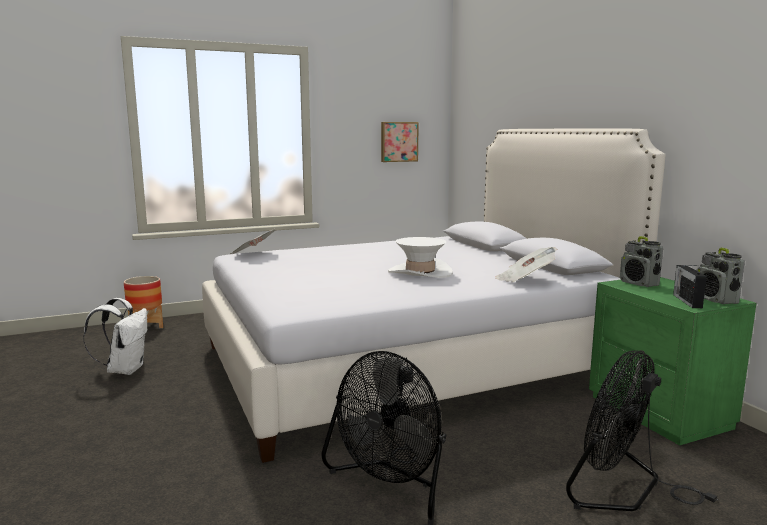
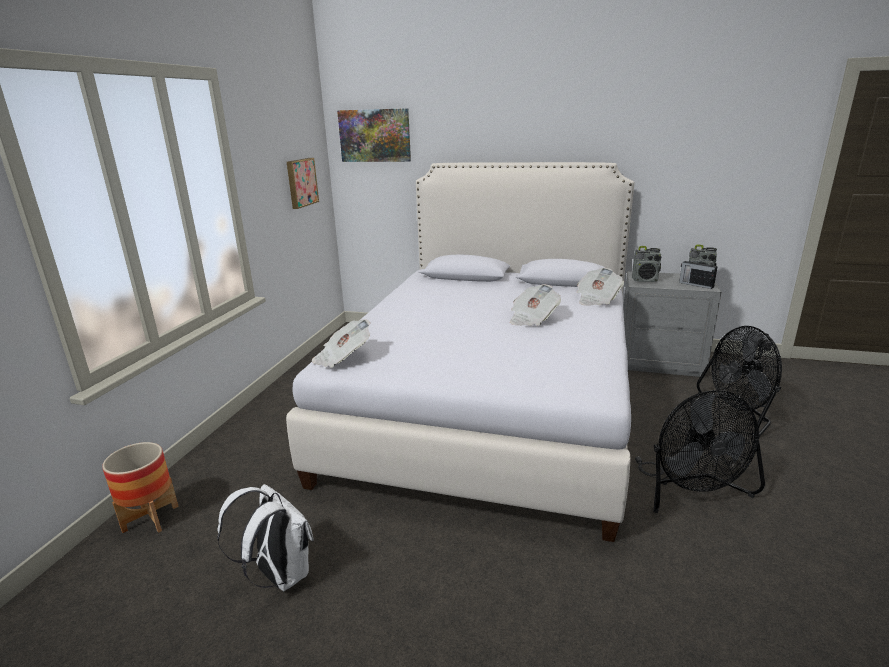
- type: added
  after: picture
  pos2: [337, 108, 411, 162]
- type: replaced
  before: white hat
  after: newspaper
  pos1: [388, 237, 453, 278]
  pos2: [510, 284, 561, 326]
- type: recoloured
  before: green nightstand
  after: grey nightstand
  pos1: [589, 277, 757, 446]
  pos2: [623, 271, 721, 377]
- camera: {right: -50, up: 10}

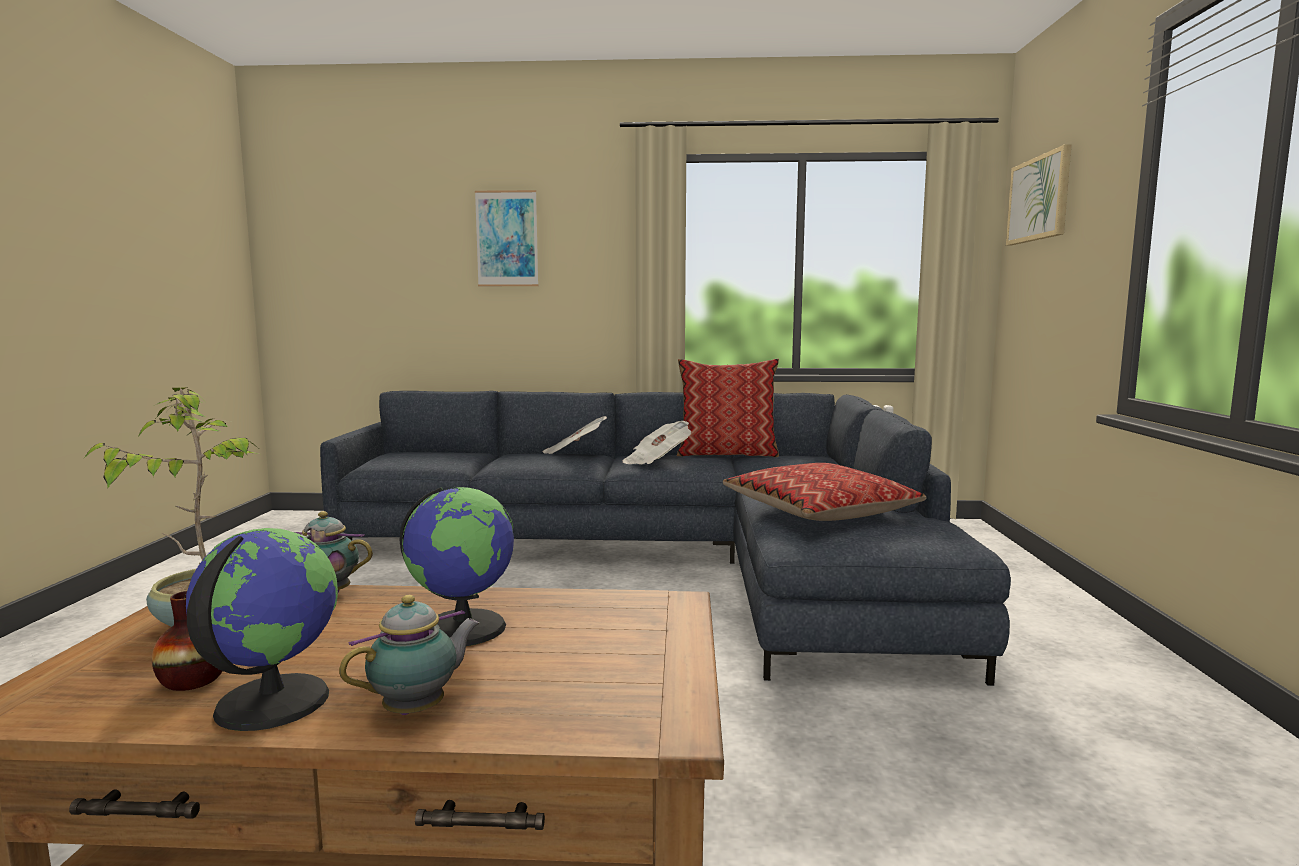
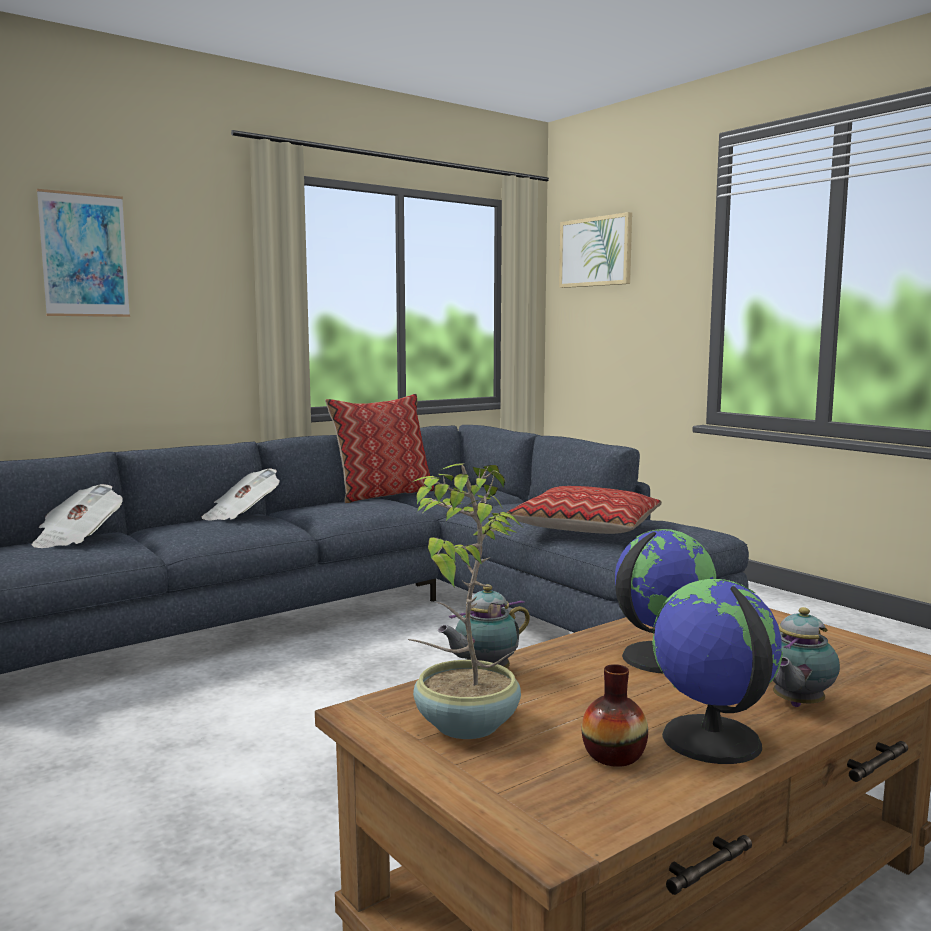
- type: moved
  before: newspaper
  pos1: [622, 421, 691, 464]
  pos2: [32, 484, 123, 548]
- type: turned
  before: teapot
  pos1: [339, 595, 480, 715]
  pos2: [773, 607, 840, 707]
  turn: -150
- camera: {right: -40, up: 0}

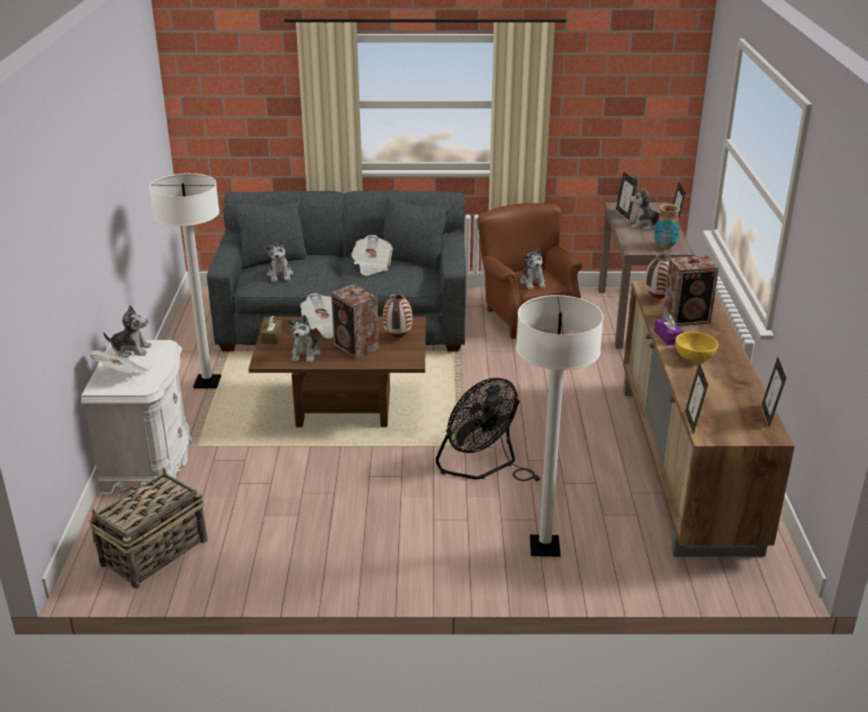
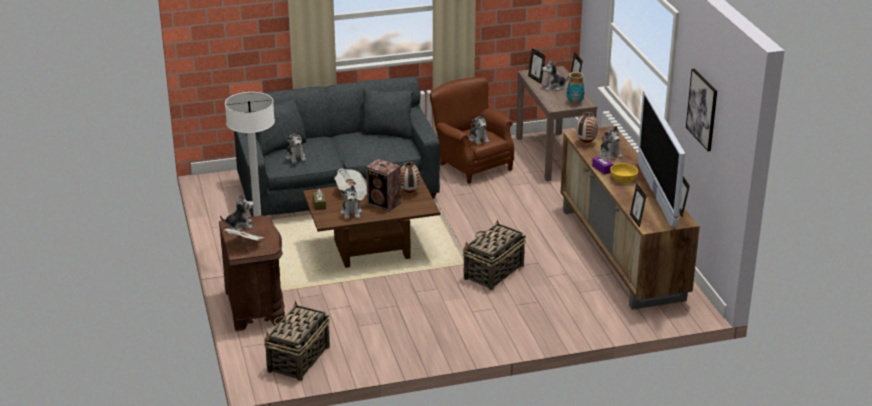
- type: removed
  before: newspaper
  pos1: [351, 235, 393, 276]
- type: removed
  before: white floor lamp
  pos1: [516, 295, 604, 557]
- type: added
  after: television
  pos2: [638, 90, 685, 227]
- type: added
  after: picture
  pos2: [686, 69, 717, 151]
- type: replaced
  before: black fan
  after: basket
  pos1: [436, 378, 540, 481]
  pos2: [463, 219, 526, 290]
- type: replaced
  before: speaker
  after: plush toy
  pos1: [663, 255, 719, 326]
  pos2: [600, 126, 623, 160]
- type: recoloured
  before: white nightstand
  after: brown nightstand
  pos1: [81, 340, 192, 495]
  pos2: [219, 215, 285, 331]
- camera: {right: -15, up: 0}

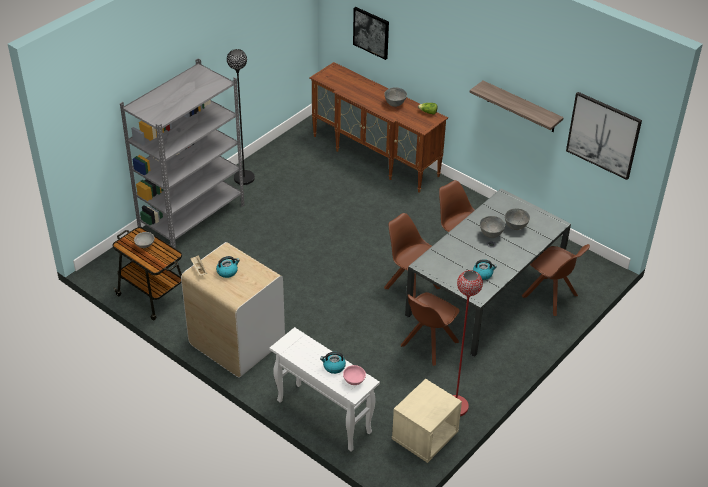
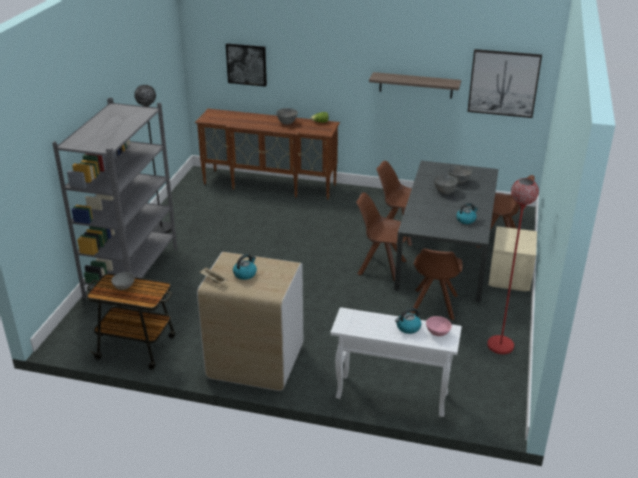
- type: moved
  before: beige nightstand
  pos1: [392, 379, 462, 463]
  pos2: [489, 226, 537, 292]
- camera: {right: -25, up: -10}

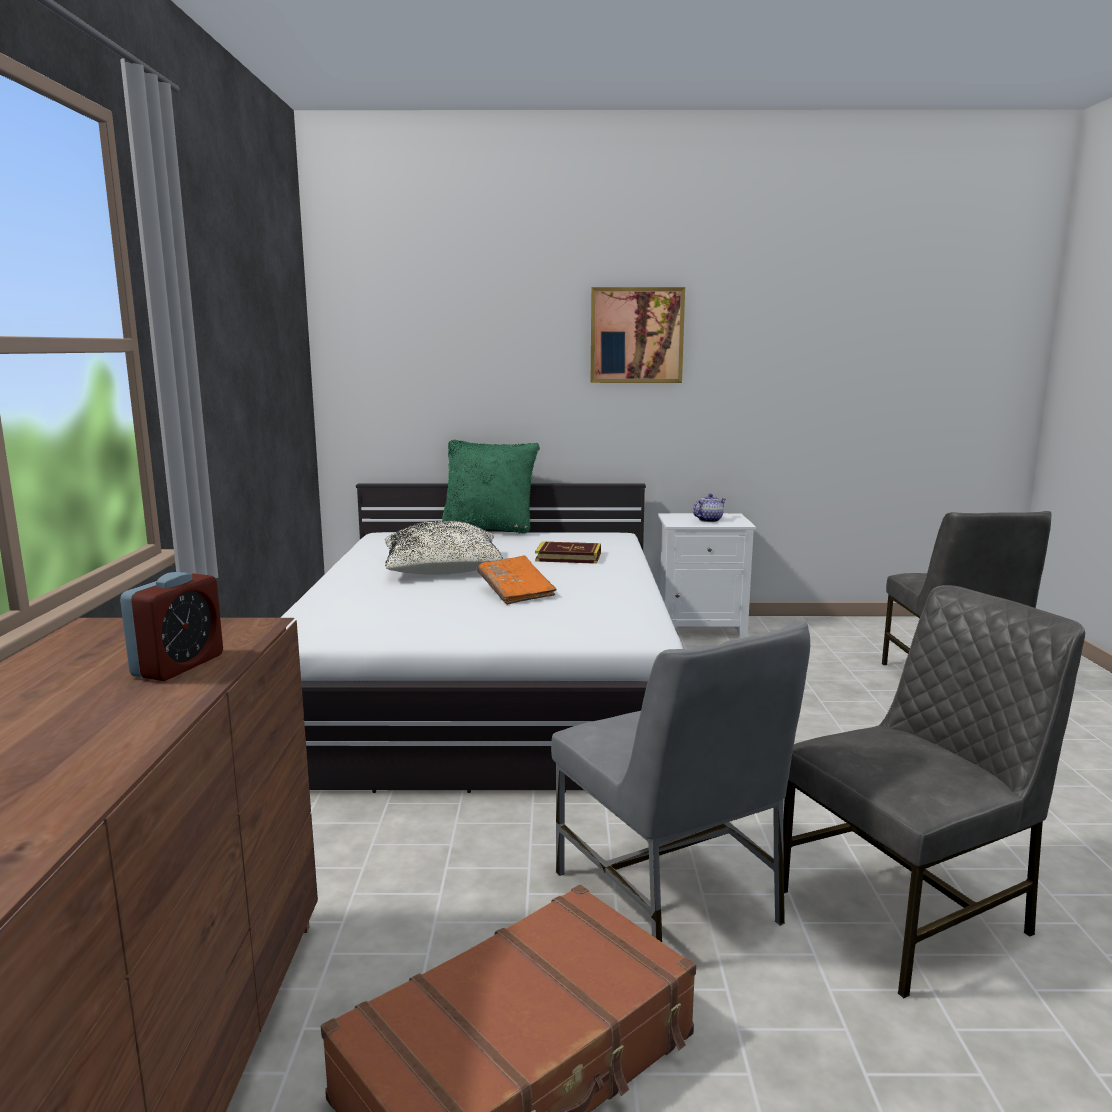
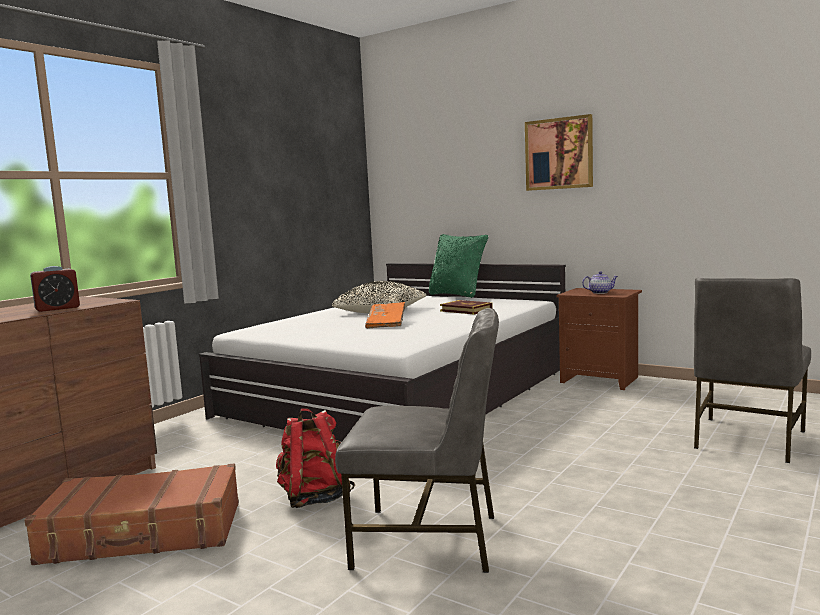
- type: replaced
  before: grey chair
  after: red backpack
  pos1: [551, 621, 810, 942]
  pos2: [276, 408, 355, 508]
- type: recoloured
  before: white nightstand
  after: brown nightstand
  pos1: [658, 513, 756, 638]
  pos2: [557, 288, 642, 390]
- camera: {right: 35, up: -5}

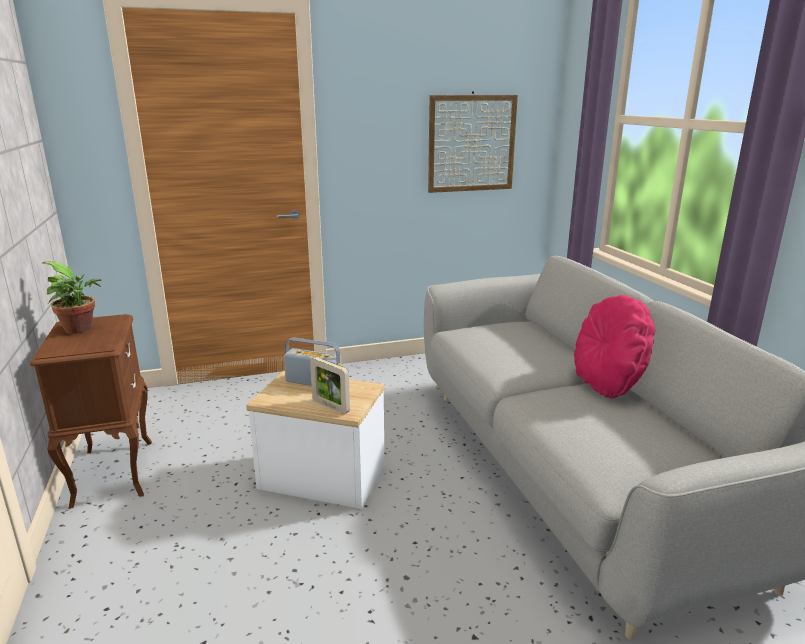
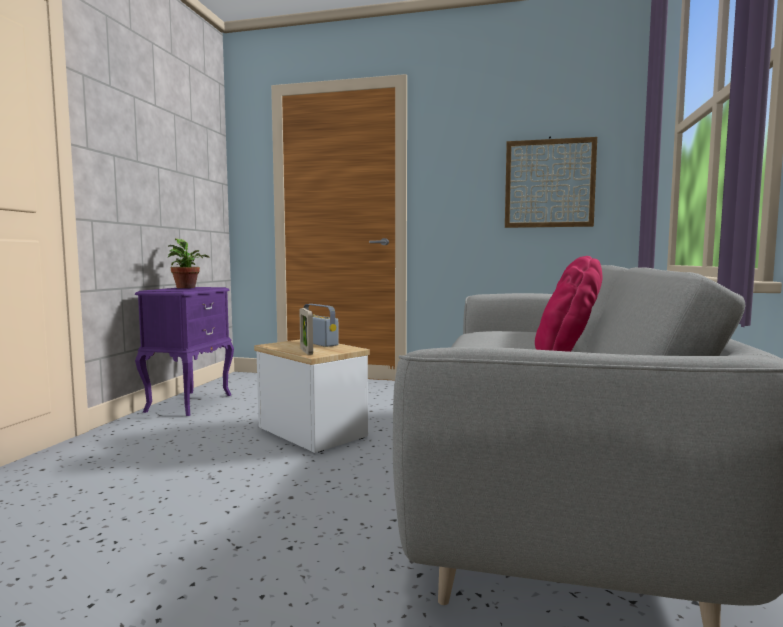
- type: recoloured
  before: brown nightstand
  after: purple nightstand
  pos1: [30, 314, 152, 509]
  pos2: [135, 287, 234, 416]
- camera: {right: 30, up: -15}

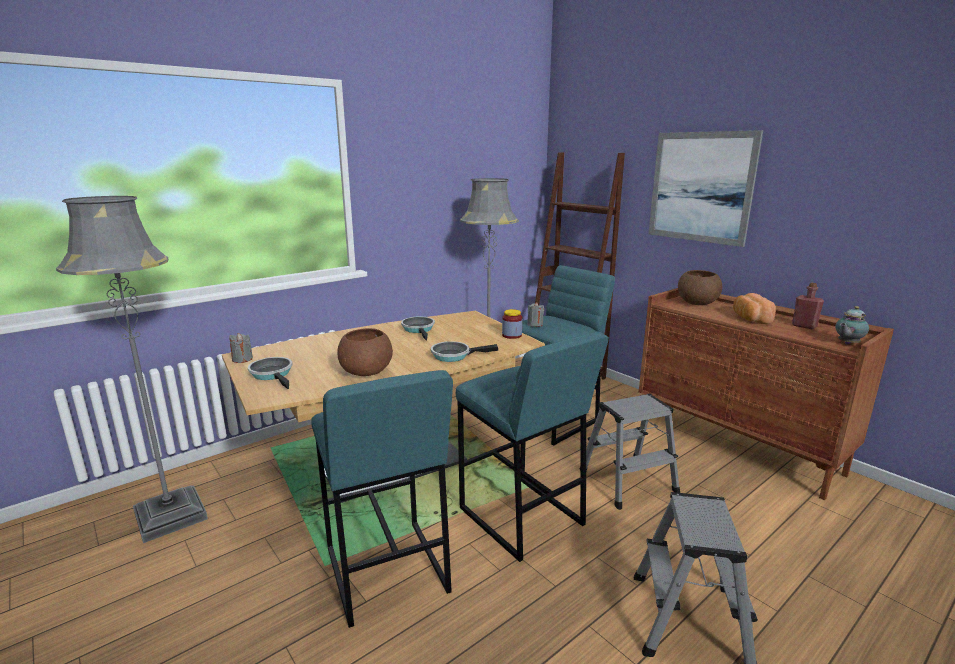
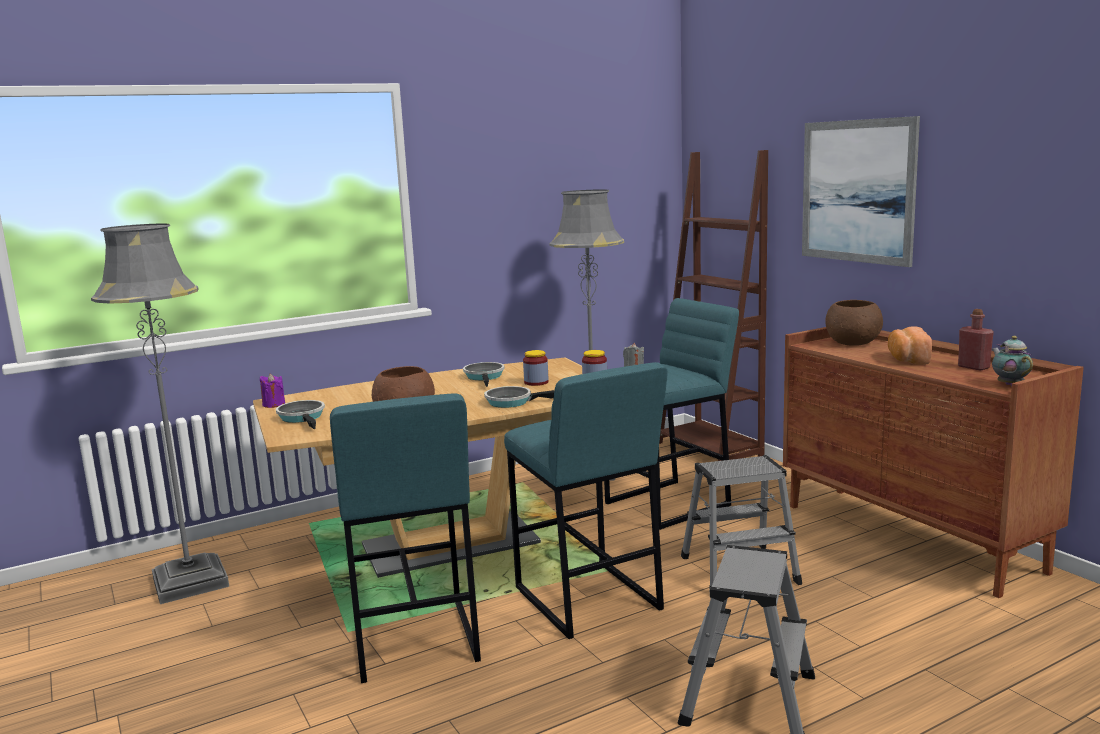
- type: added
  after: jar
  pos2: [523, 350, 549, 386]
- type: recoloured
  before: grey candle
  after: purple candle
  pos1: [229, 333, 253, 363]
  pos2: [260, 374, 285, 408]
- type: turned
  before: teapot
  pos1: [835, 306, 869, 344]
  pos2: [992, 336, 1033, 386]
  turn: 105
- camera: {right: 10, up: -5}

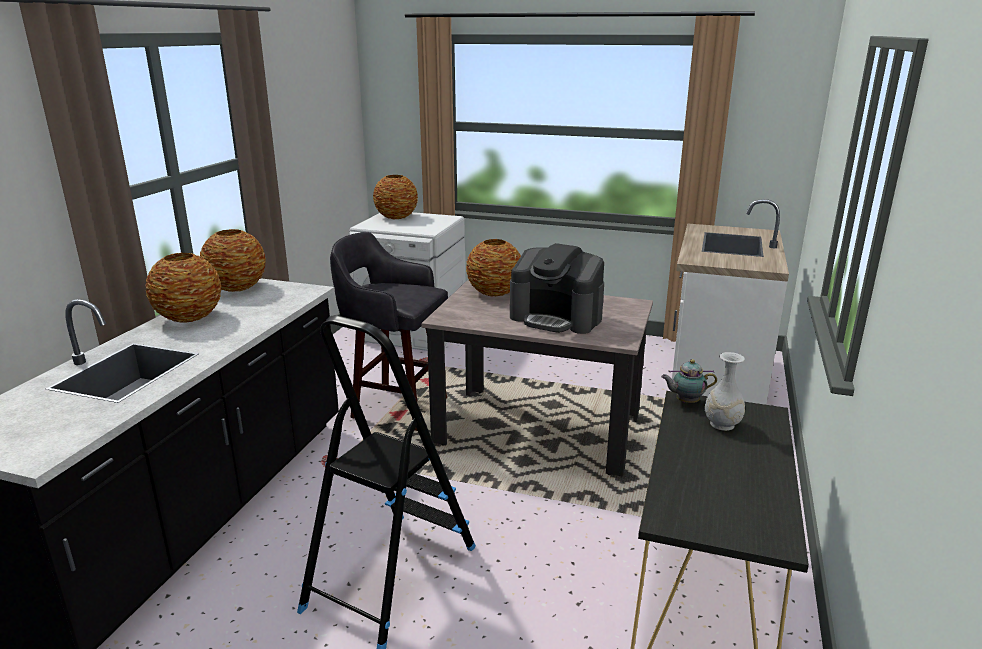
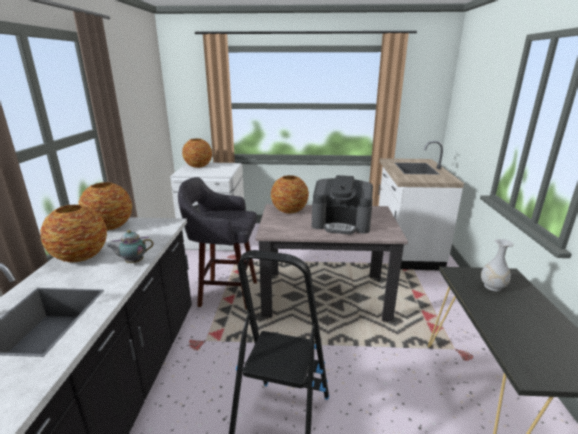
- type: moved
  before: teapot
  pos1: [661, 359, 717, 403]
  pos2: [107, 230, 154, 263]
- camera: {right: -15, up: 0}

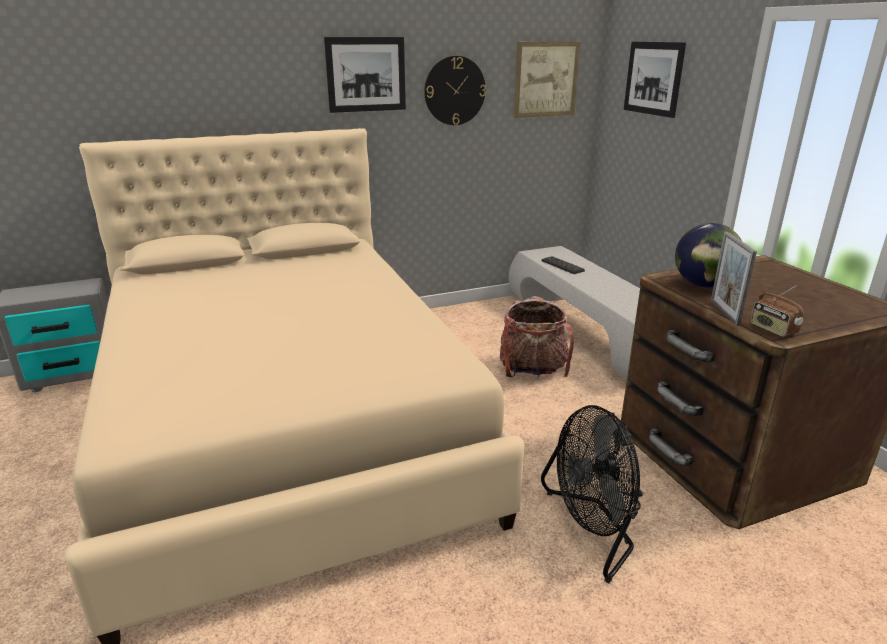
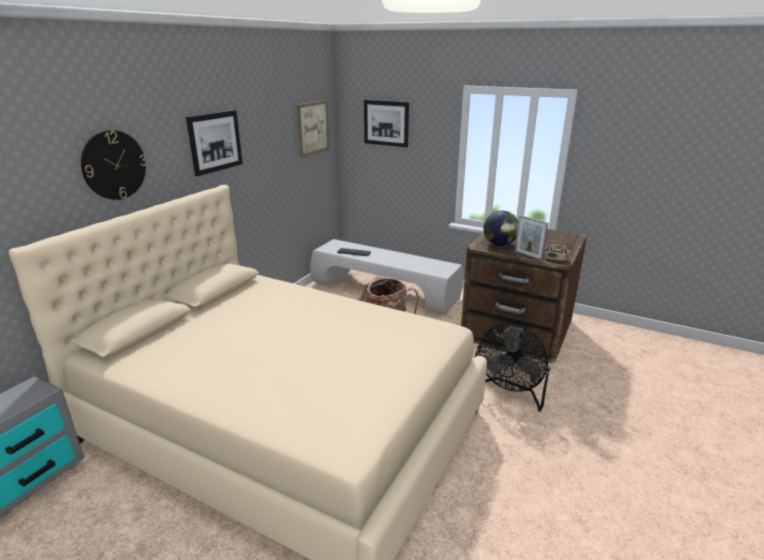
- type: moved
  before: wall clock
  pos1: [424, 56, 486, 125]
  pos2: [81, 130, 147, 200]
- camera: {right: -40, up: 0}

